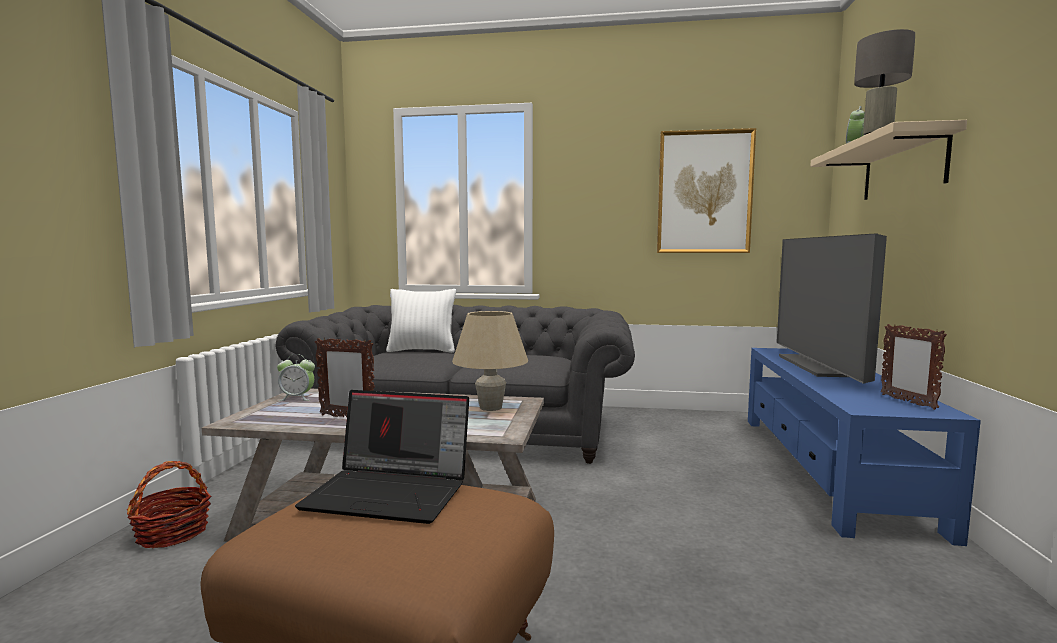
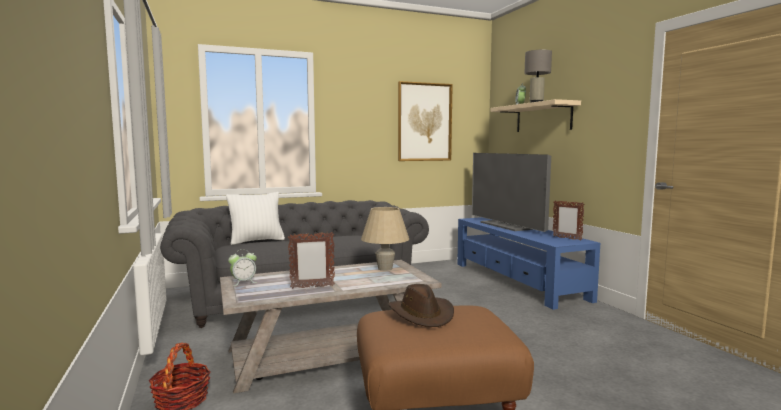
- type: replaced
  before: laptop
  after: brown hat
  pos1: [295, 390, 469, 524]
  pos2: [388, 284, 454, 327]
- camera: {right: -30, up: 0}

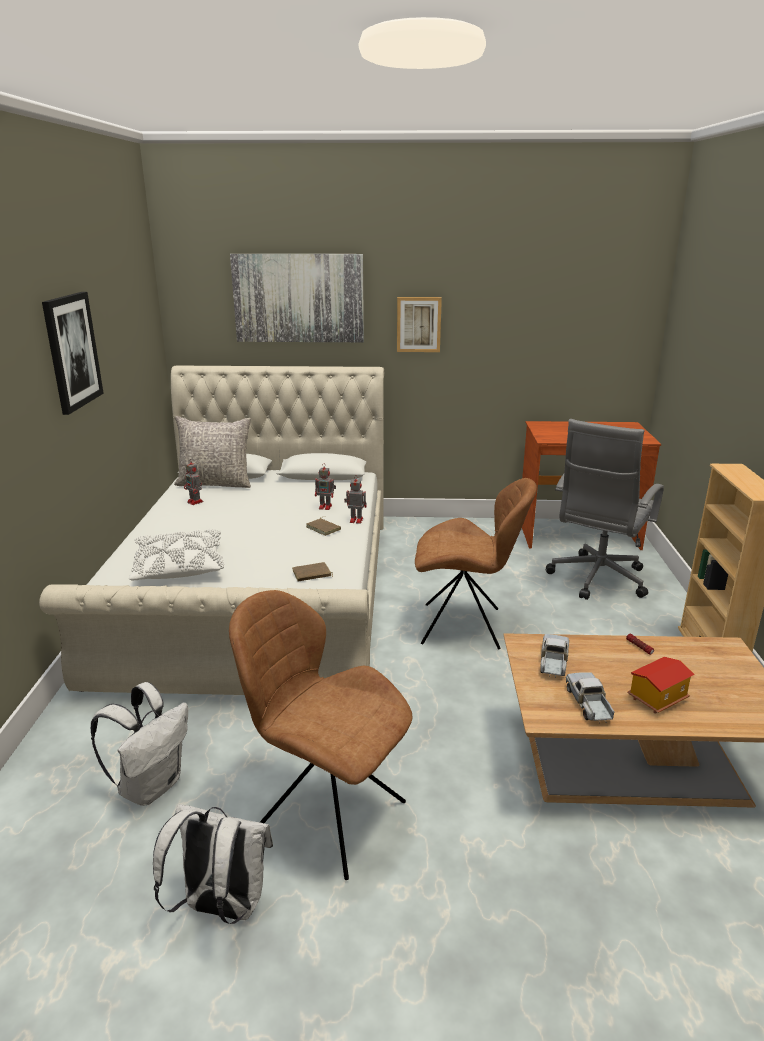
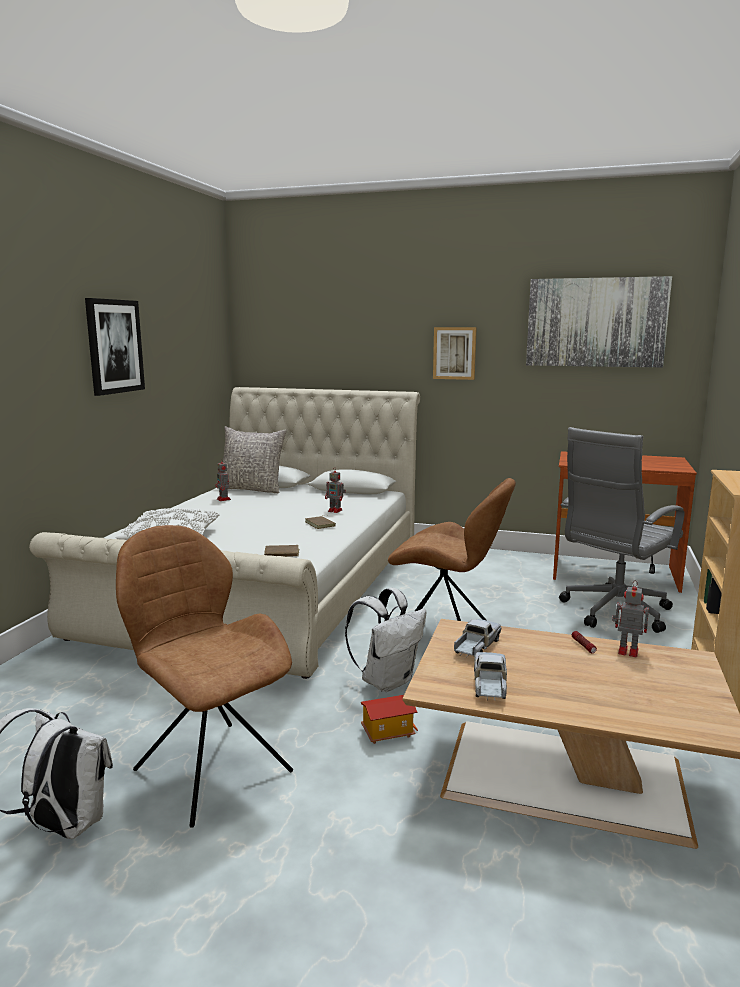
- type: moved
  before: white backpack
  pos1: [91, 682, 188, 806]
  pos2: [345, 588, 426, 692]
- type: moved
  before: picture
  pos1: [230, 254, 364, 342]
  pos2: [526, 276, 672, 367]
- type: moved
  before: toy robot
  pos1: [344, 476, 367, 524]
  pos2: [612, 580, 649, 657]
- type: moved
  before: toy house
  pos1: [627, 657, 695, 714]
  pos2: [361, 695, 418, 744]
- camera: {right: 15, up: -10}

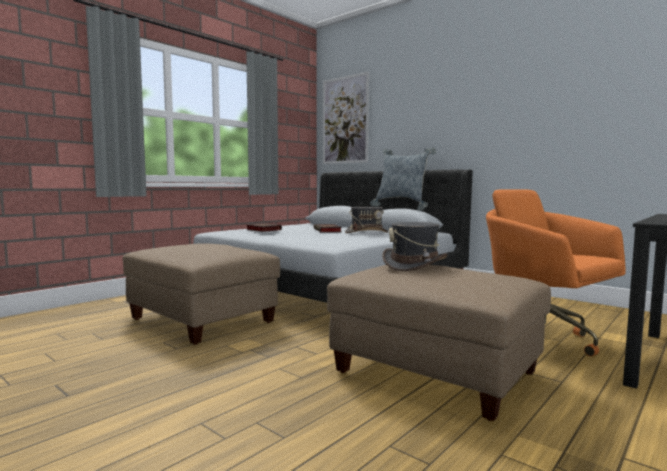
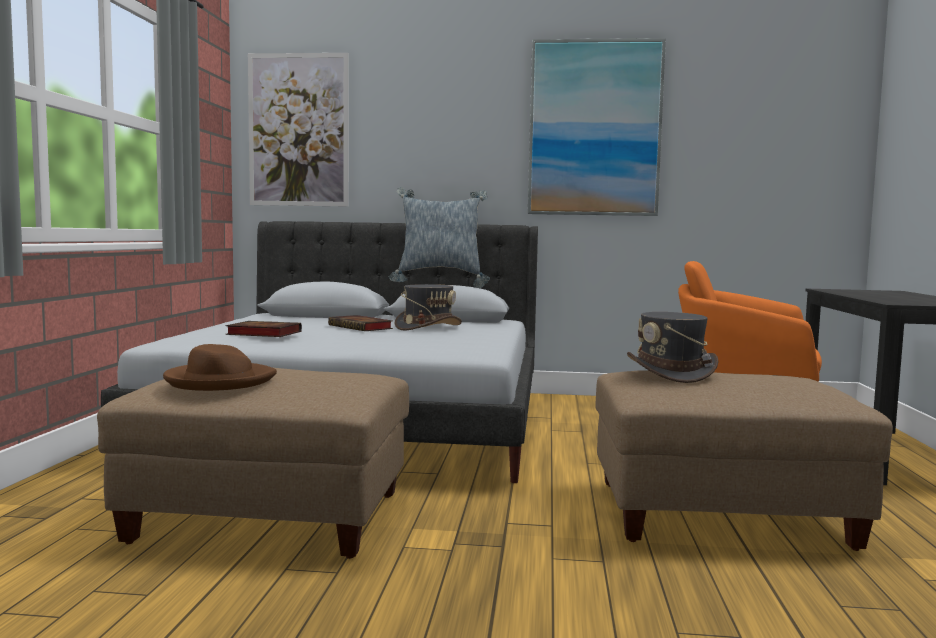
- type: added
  after: brown hat
  pos2: [163, 344, 277, 391]
- type: added
  after: picture
  pos2: [528, 38, 666, 216]
- camera: {right: -35, up: 0}

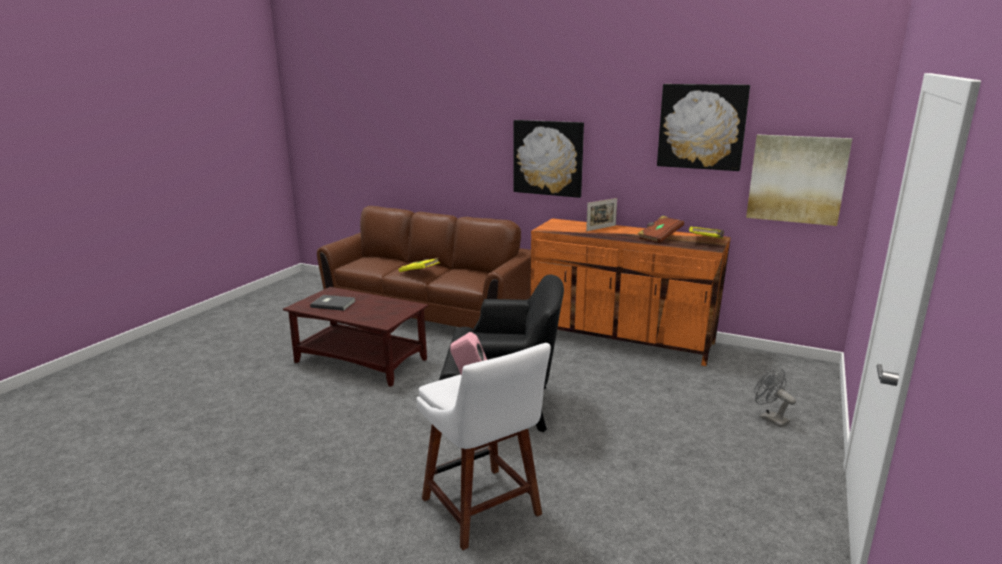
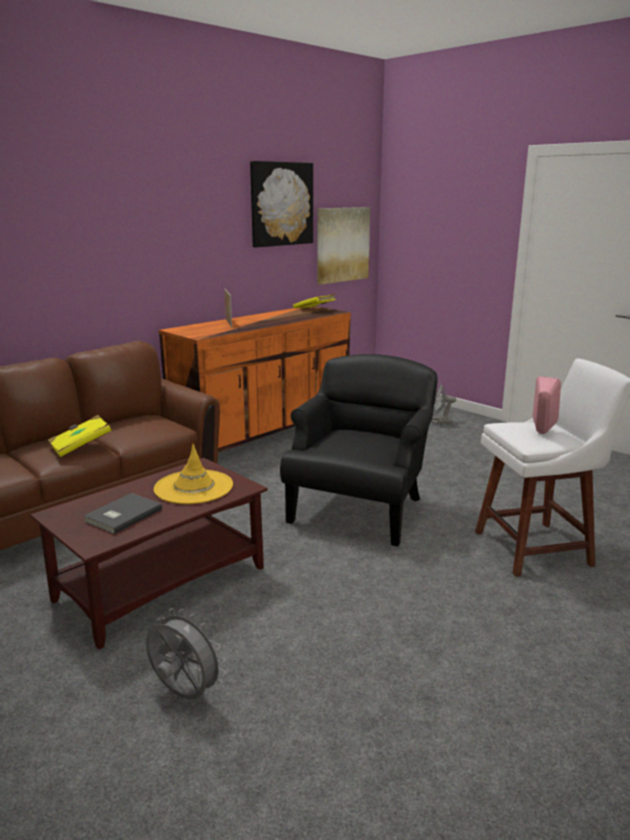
- type: removed
  before: picture
  pos1: [514, 120, 584, 198]
- type: removed
  before: brown book
  pos1: [638, 216, 684, 243]
- type: added
  after: grey fan
  pos2: [146, 608, 226, 700]
- type: added
  after: yellow hat
  pos2: [154, 444, 233, 504]
- camera: {right: -70, up: 0}

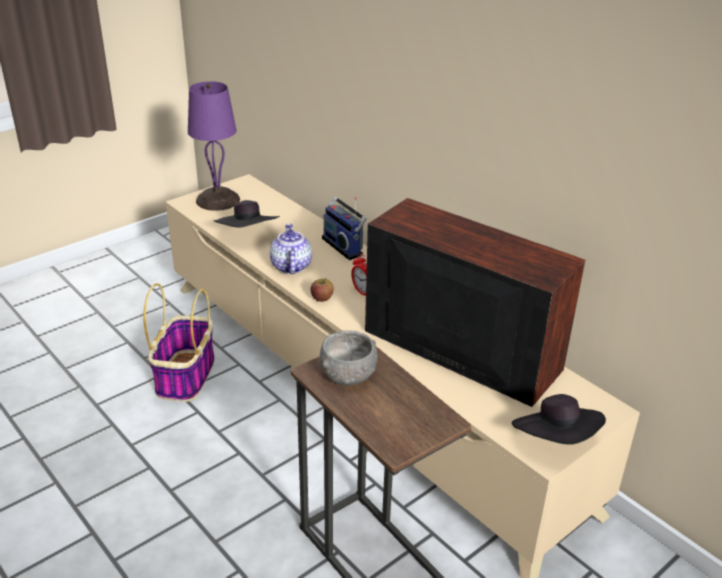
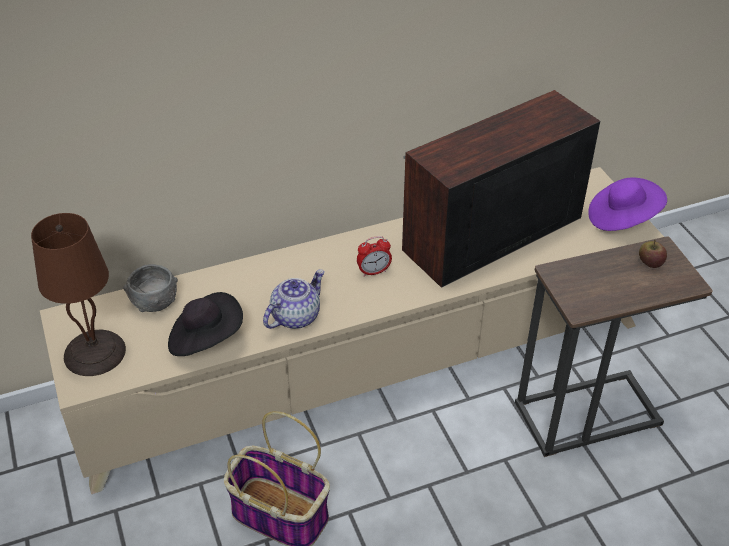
- type: removed
  before: radio
  pos1: [322, 197, 367, 260]
- type: moved
  before: apple
  pos1: [311, 278, 334, 302]
  pos2: [639, 240, 667, 268]
- type: moved
  before: grey bowl
  pos1: [320, 331, 377, 385]
  pos2: [123, 264, 178, 312]
- type: recoloured
  before: purple table lamp
  after: brown table lamp
  pos1: [188, 81, 240, 211]
  pos2: [31, 213, 126, 376]
- type: recoloured
  before: black hat
  after: purple hat
  pos1: [511, 394, 606, 445]
  pos2: [588, 177, 667, 231]
- type: turned
  before: teapot
  pos1: [270, 223, 312, 274]
  pos2: [263, 270, 325, 329]
  turn: 120
- camera: {right: -70, up: 10}

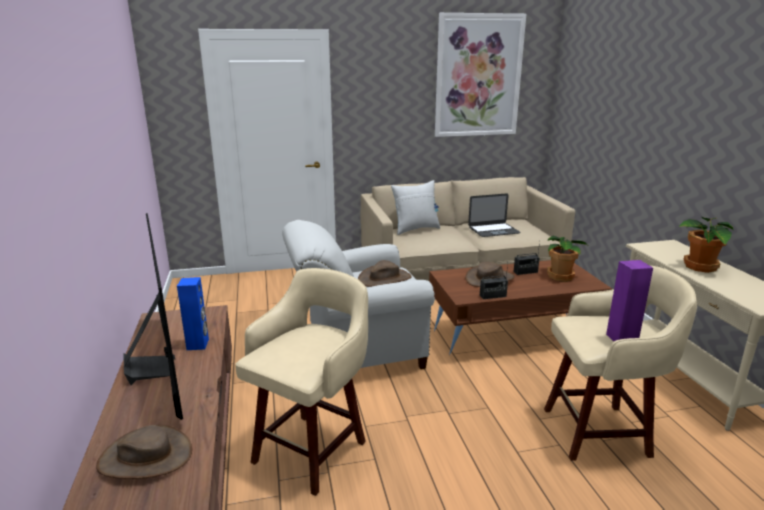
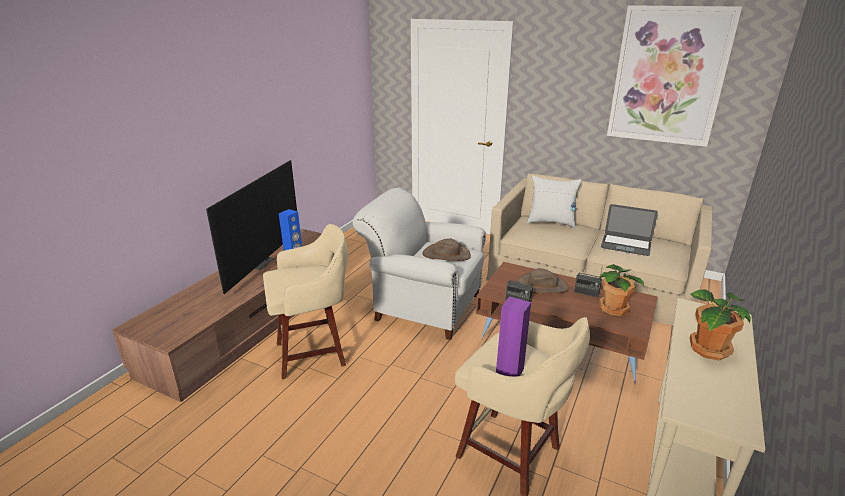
- type: removed
  before: brown hat
  pos1: [96, 425, 192, 479]
- camera: {right: 40, up: 5}

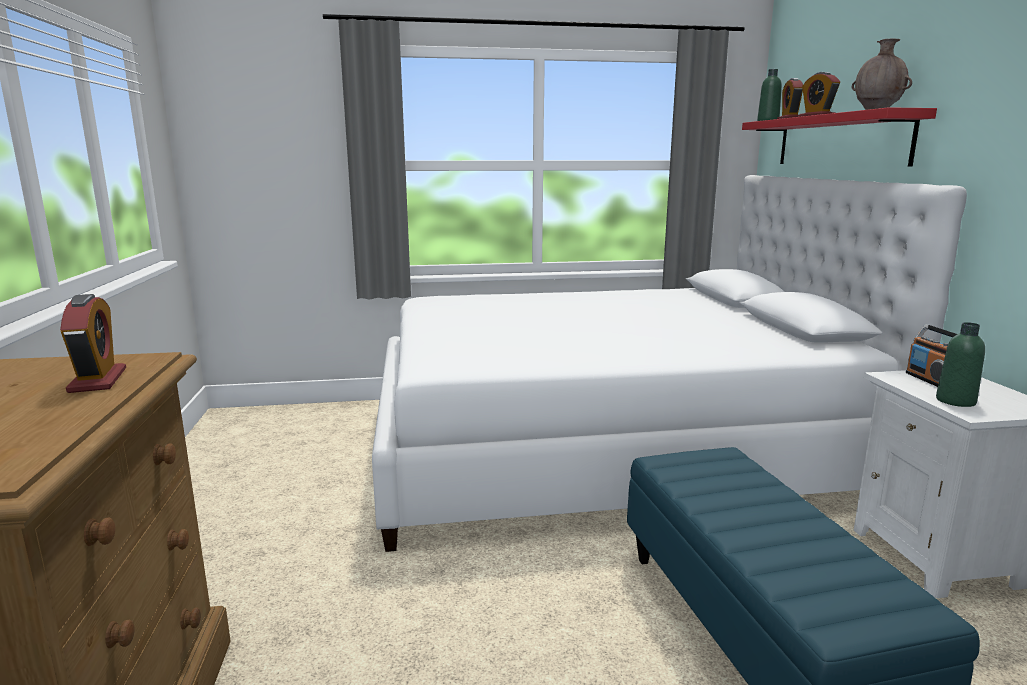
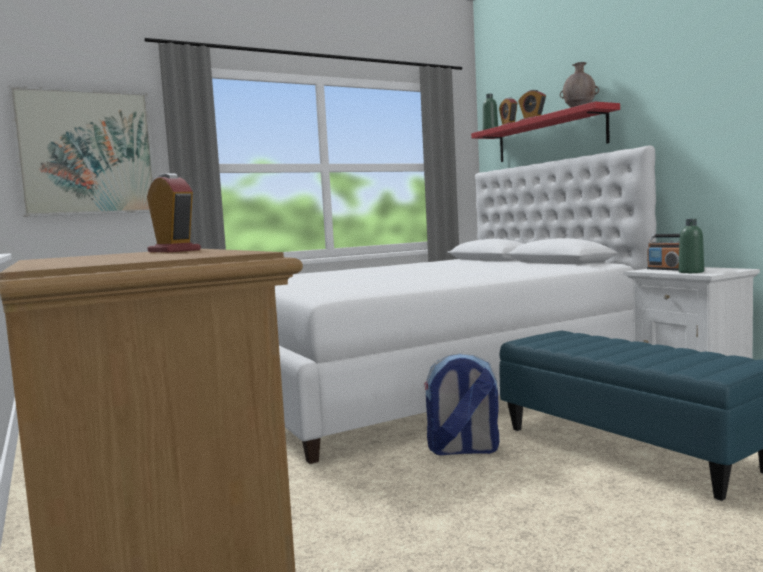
- type: added
  after: picture
  pos2: [8, 86, 155, 217]
- type: added
  after: backpack
  pos2: [424, 354, 499, 455]
- camera: {right: -20, up: -10}

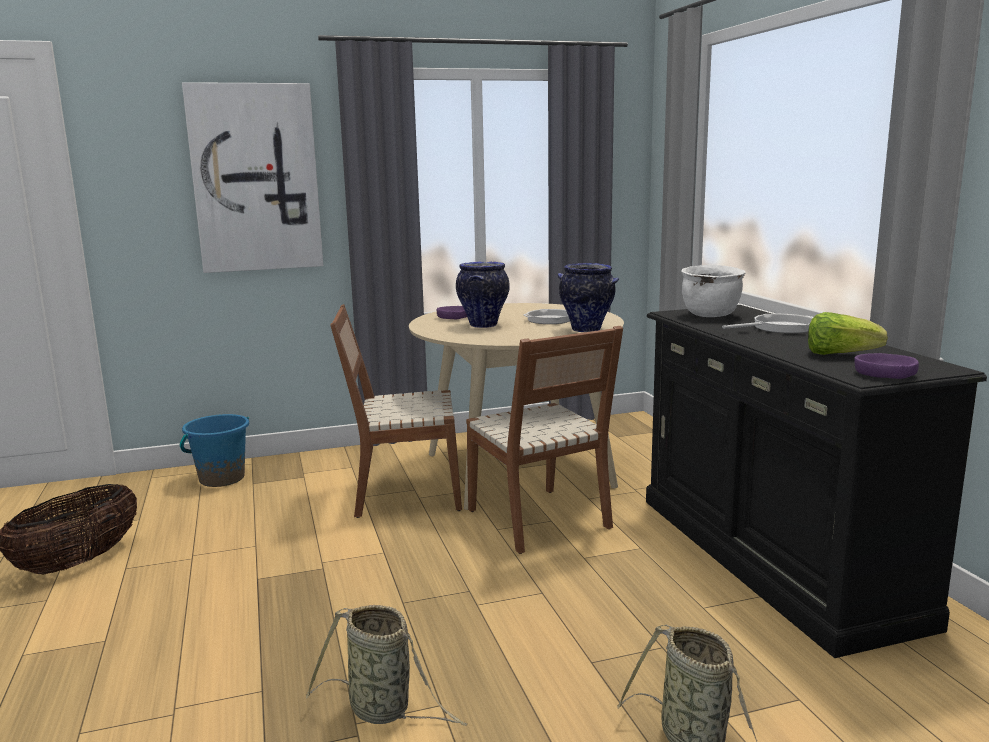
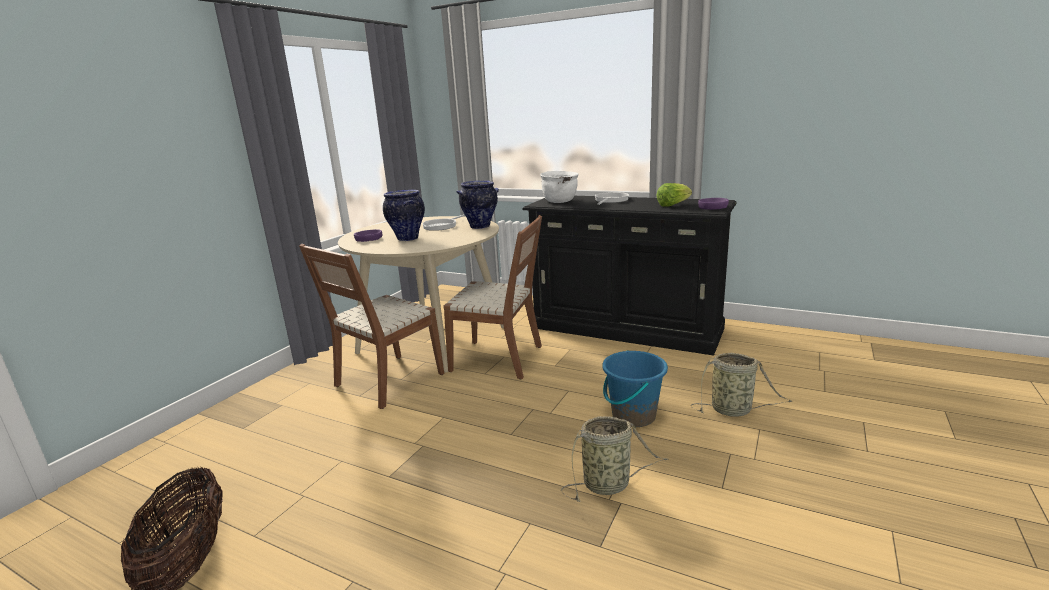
- type: removed
  before: picture
  pos1: [182, 82, 323, 273]
- type: moved
  before: blue bucket
  pos1: [180, 414, 249, 487]
  pos2: [602, 350, 668, 427]
- camera: {right: -45, up: 5}

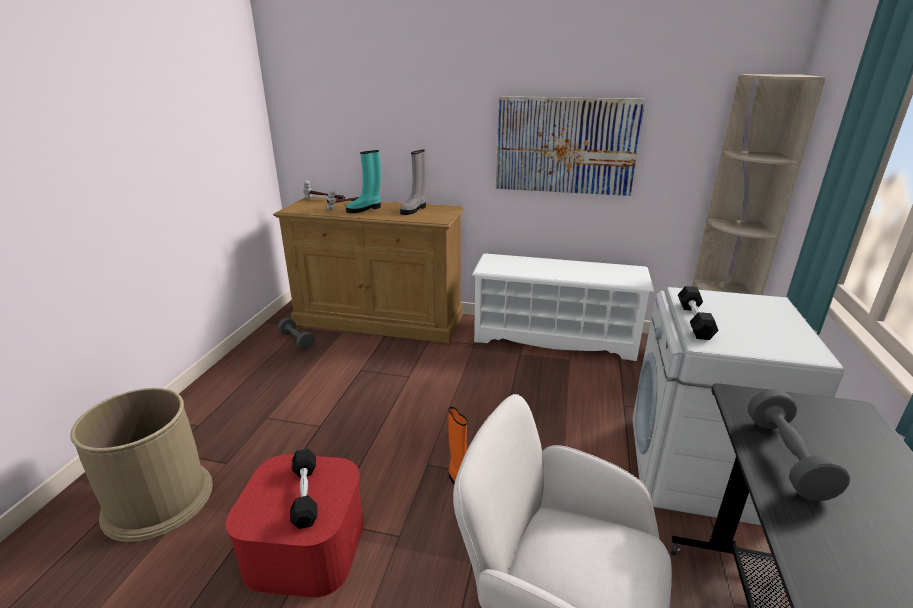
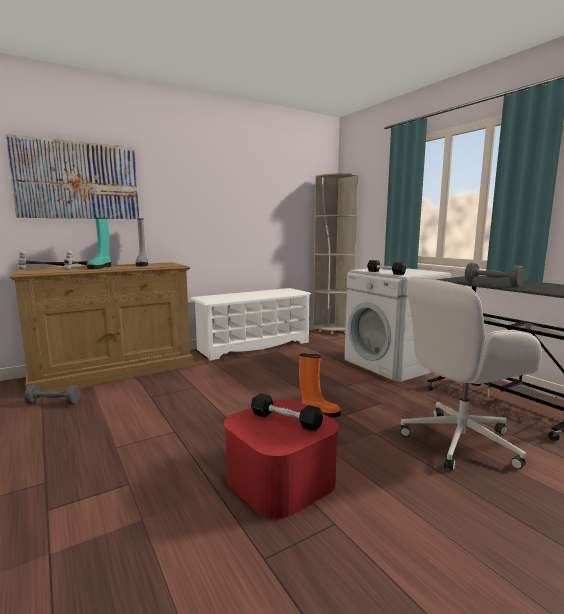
- type: removed
  before: brown trash can
  pos1: [70, 388, 213, 542]
- type: moved
  before: picture
  pos1: [496, 96, 645, 196]
  pos2: [5, 134, 139, 219]
- camera: {right: -45, up: -15}

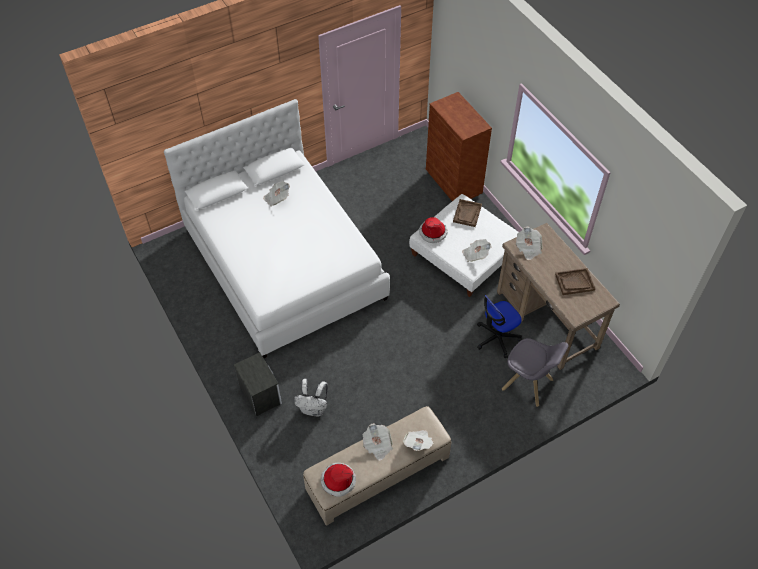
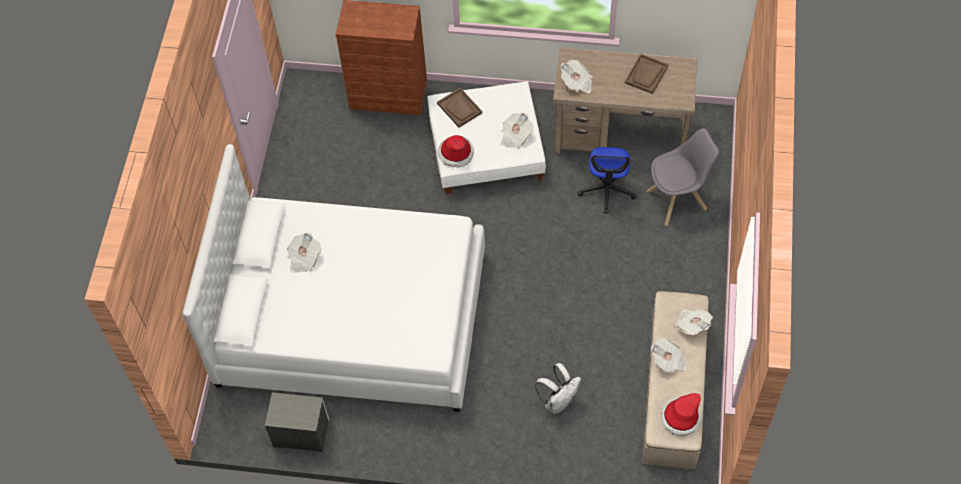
- type: moved
  before: nightstand
  pos1: [234, 352, 282, 416]
  pos2: [265, 392, 329, 452]
- camera: {right: -50, up: 5}

